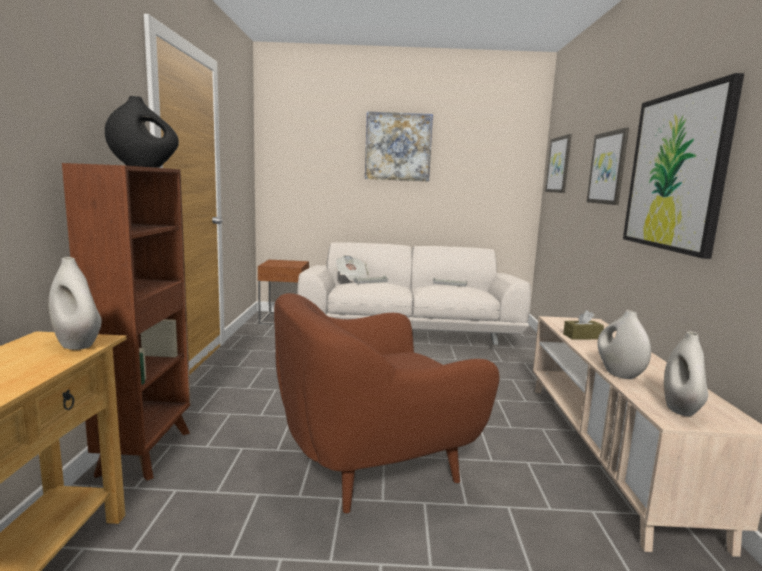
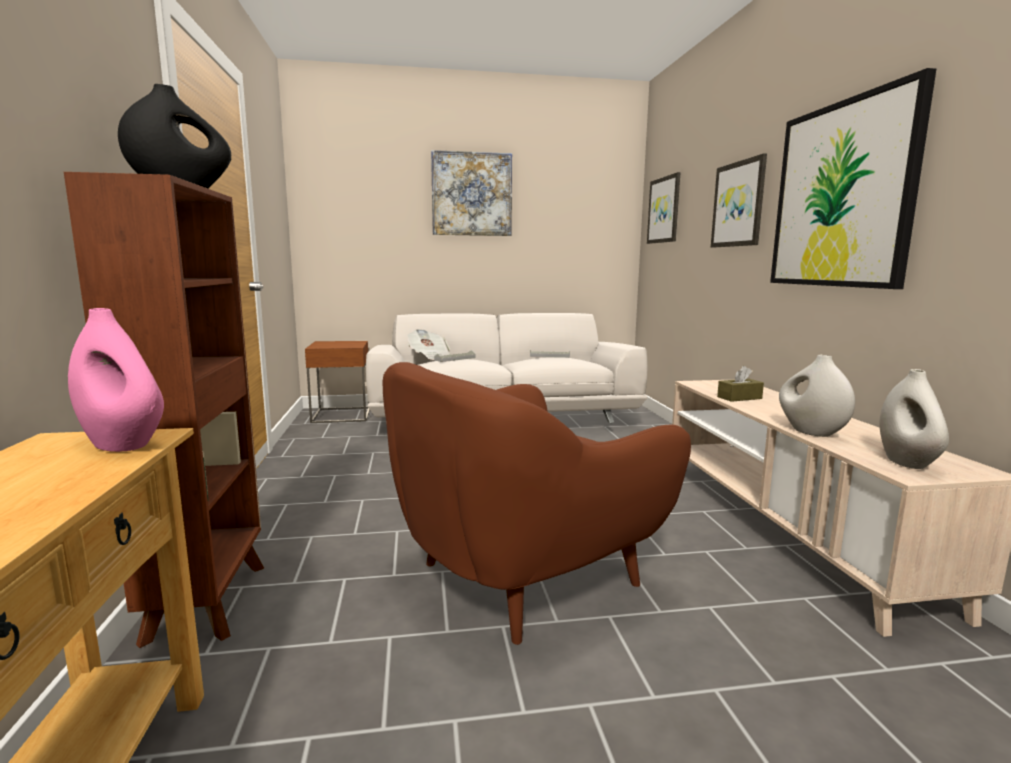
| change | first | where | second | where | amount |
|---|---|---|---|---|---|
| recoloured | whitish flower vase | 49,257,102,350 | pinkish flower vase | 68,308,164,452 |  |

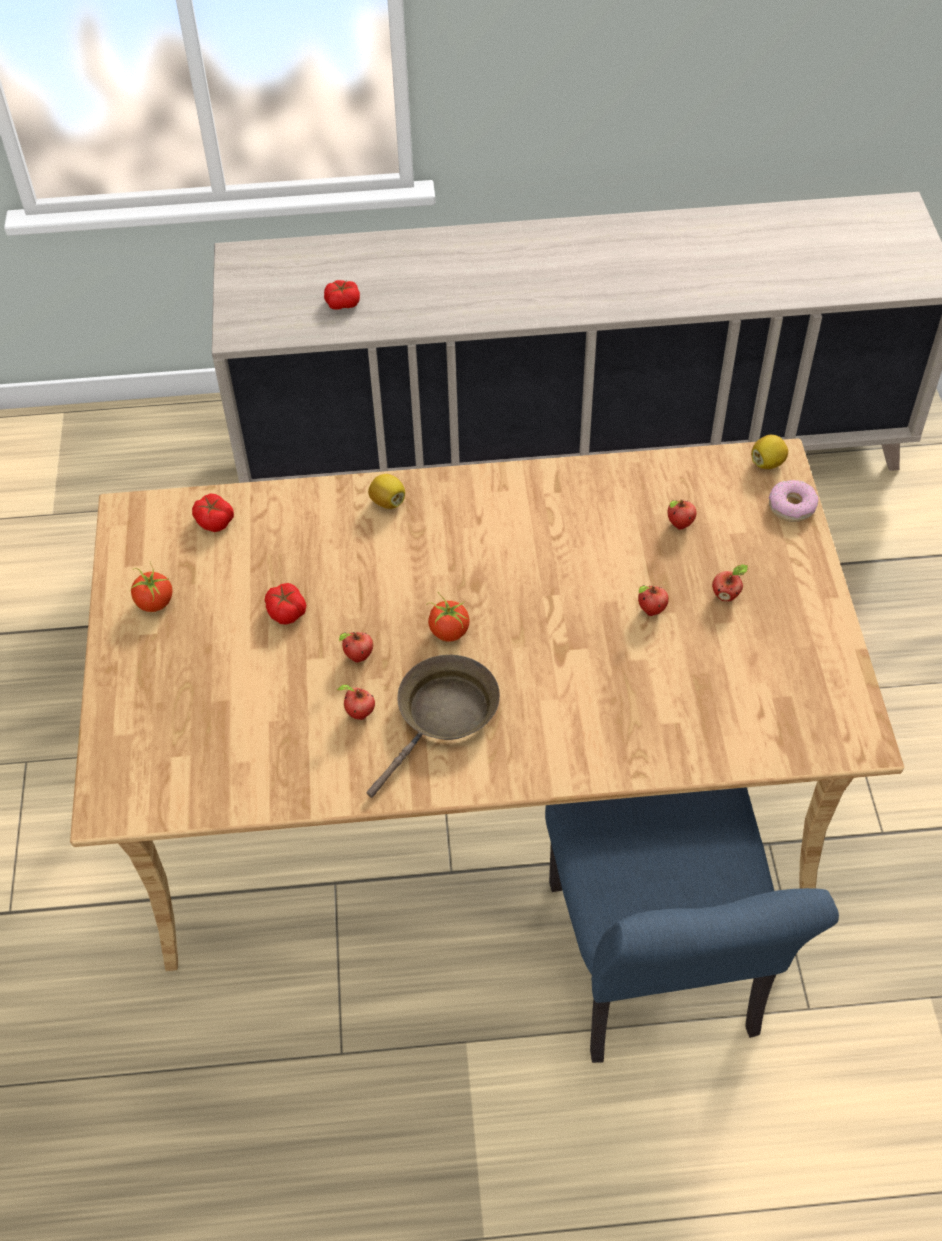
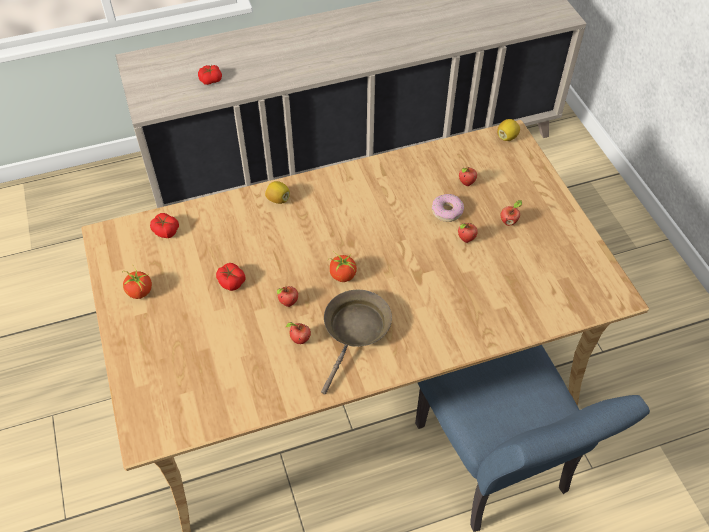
| change | first | where | second | where | amount |
|---|---|---|---|---|---|
| moved | ring doughnut | 769,480,818,522 |  | 432,194,464,222 |  |

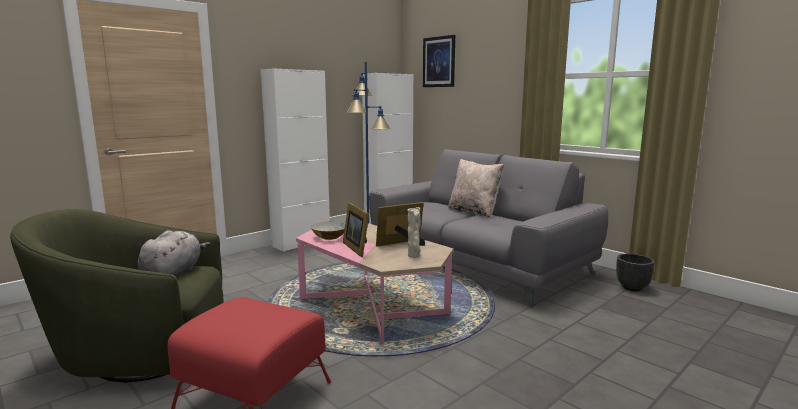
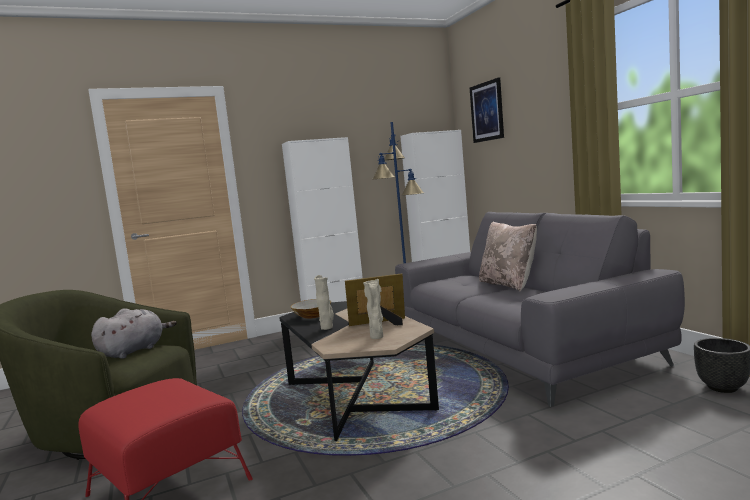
| change | first | where | second | where | amount |
|---|---|---|---|---|---|
| recoloured | pinkish low table | 296,223,453,345 | black low table | 279,301,439,441 |  |
| replaced | photo frame | 343,203,369,257 | beige flower vase | 314,275,334,330 |  |

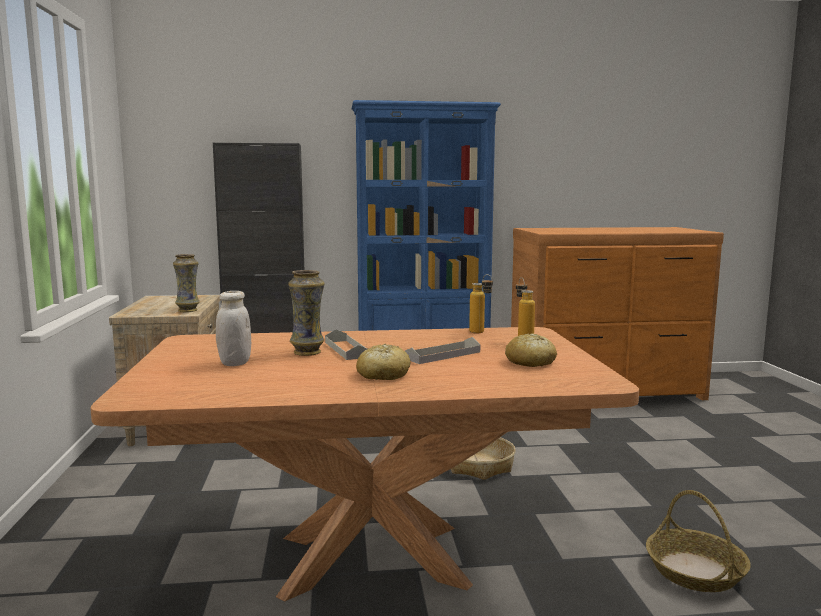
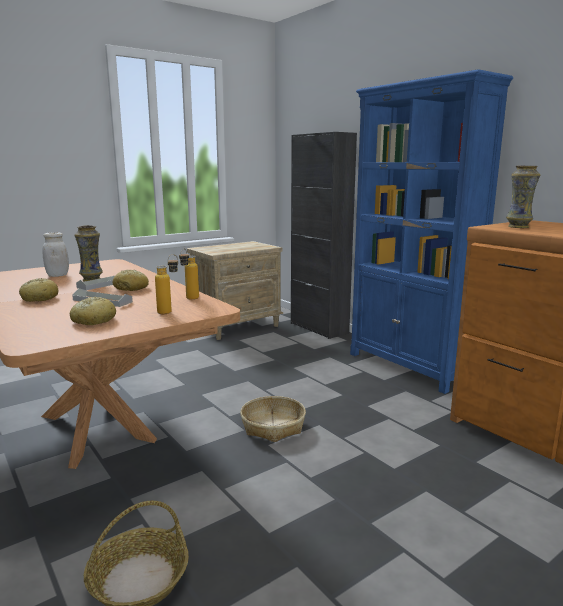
| change | first | where | second | where | amount |
|---|---|---|---|---|---|
| moved | flower vase | 173,254,200,312 |  | 506,166,540,228 |  |
| added |  |  | bakery bread | 113,270,149,291 |  |

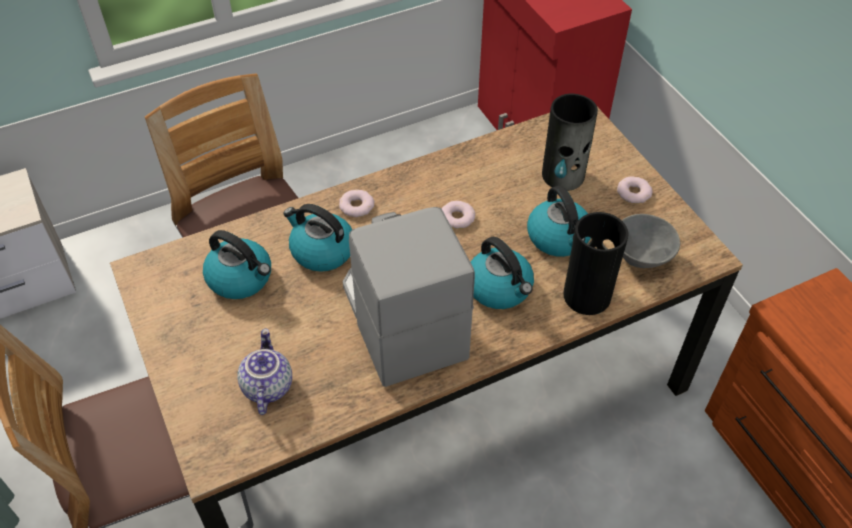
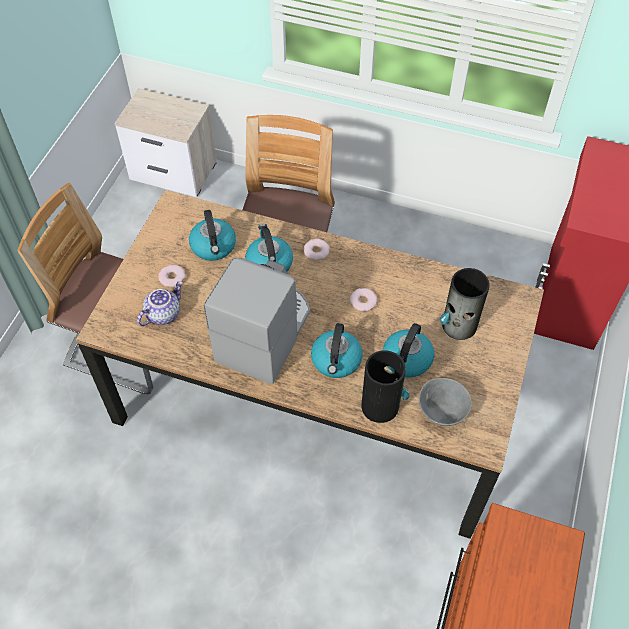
| change | first | where | second | where | amount |
|---|---|---|---|---|---|
| moved | ring doughnut | 617,176,653,204 |  | 158,265,186,287 |  |

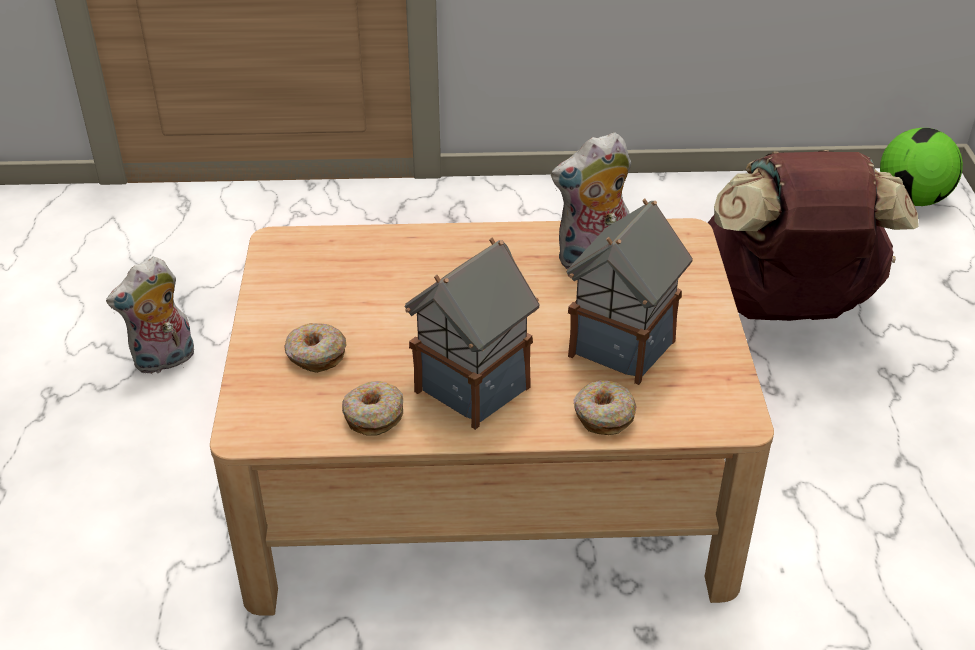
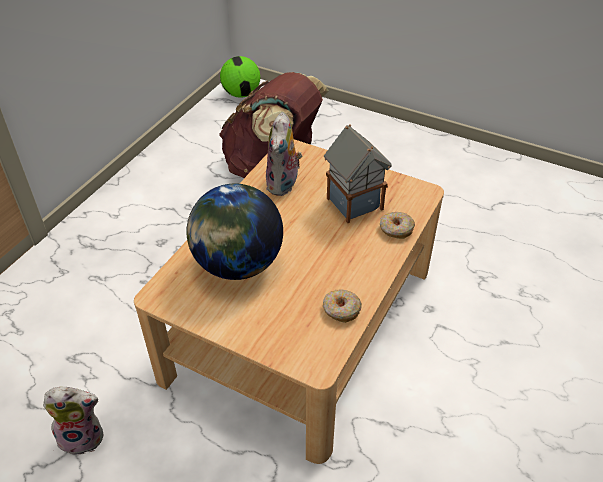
| change | first | where | second | where | amount |
|---|---|---|---|---|---|
| turned | plush toy | 106,257,194,374 |  | 43,387,104,456 | 90 degrees counterclockwise |
| removed | ring doughnut | 284,323,347,373 |  |  |  |
| removed | miniature house | 405,238,539,430 |  |  |  |
| added |  |  | globe | 186,183,283,280 |  |

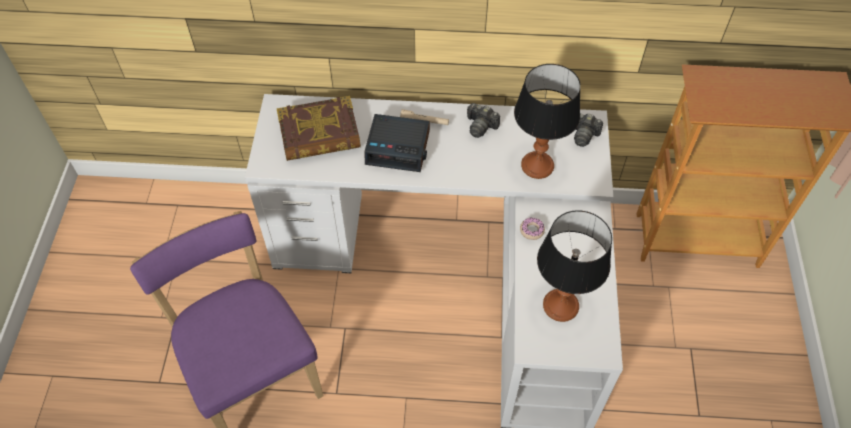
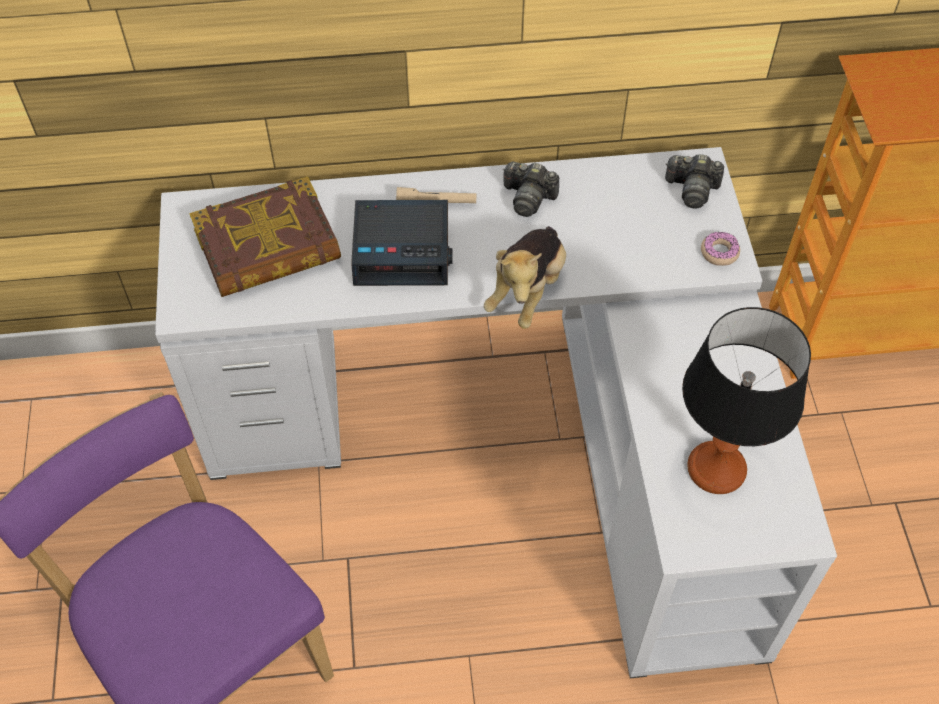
| change | first | where | second | where | amount |
|---|---|---|---|---|---|
| removed | tabletop lamp | 514,64,581,179 |  |  |  |
| moved | ring doughnut | 520,218,545,240 |  | 701,232,740,266 |  |
| added |  |  | plush toy | 484,226,566,329 |  |

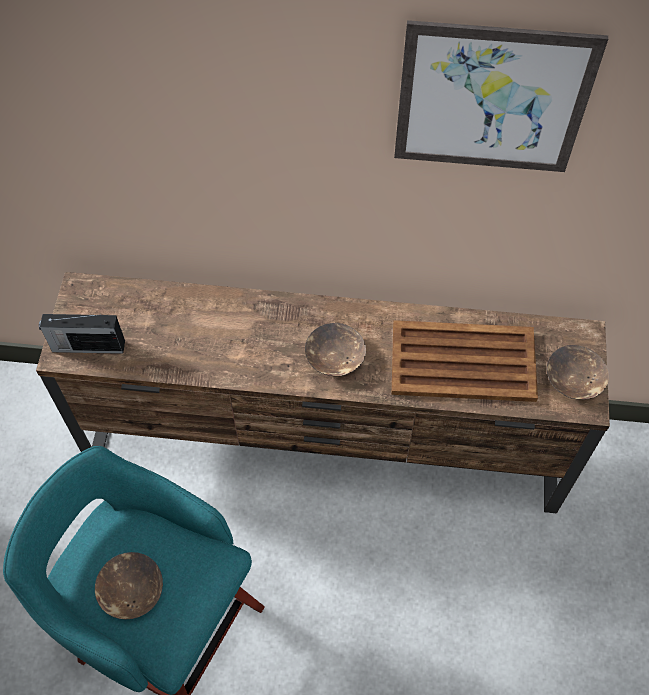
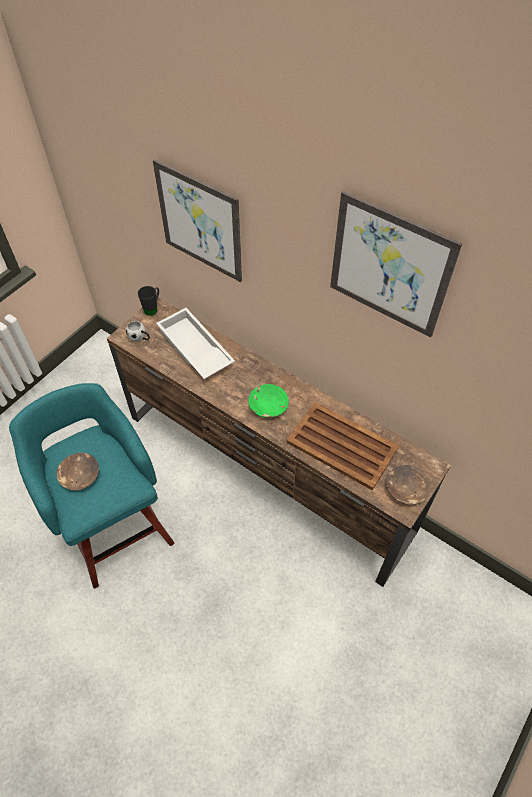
| change | first | where | second | where | amount |
|---|---|---|---|---|---|
| replaced | radio | 39,314,125,354 | whitish tea mug | 126,321,150,342 |  |
| recoloured | brown-coloured deep dish | 305,323,366,376 | greenish deep dish | 248,384,289,418 |  |
| added |  |  | black tea mug | 138,286,159,316 |  |
| added |  |  | picture | 153,159,242,282 |  |
| added |  |  | whitish serving tray | 156,308,235,379 |  |

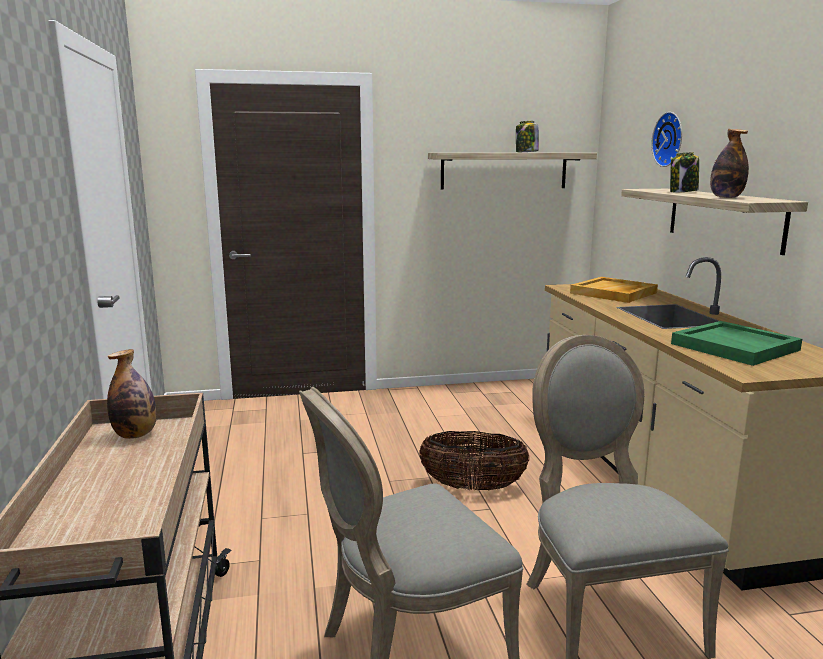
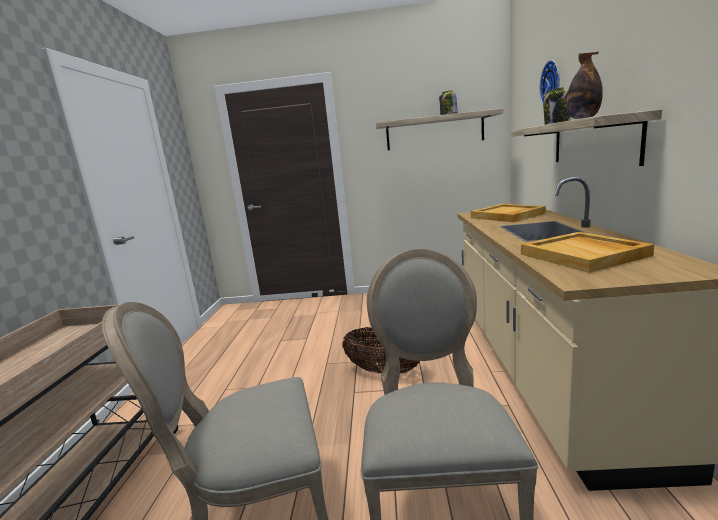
| change | first | where | second | where | amount |
|---|---|---|---|---|---|
| removed | bottle | 107,349,157,439 |  |  |  |
| recoloured | greenish serving tray | 671,321,802,366 | beige serving tray | 521,232,654,273 |  |

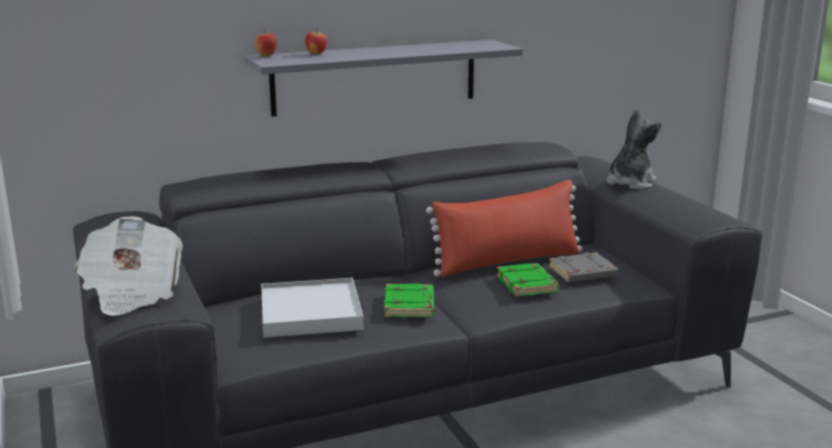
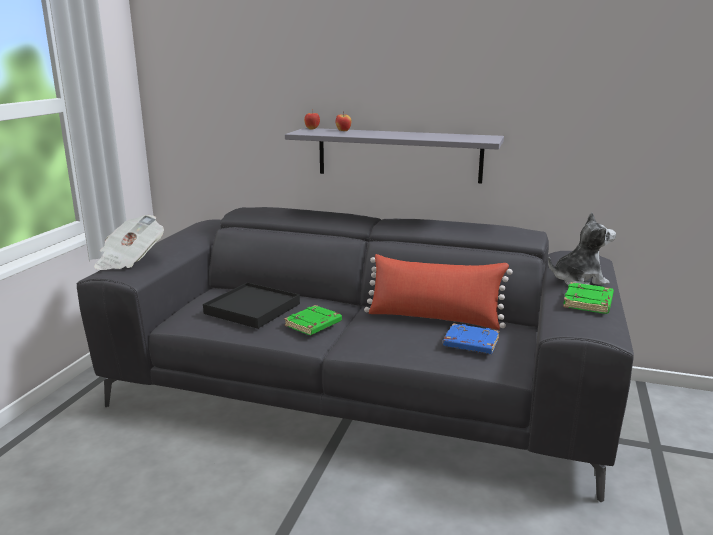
| change | first | where | second | where | amount |
|---|---|---|---|---|---|
| recoloured | whitish serving tray | 261,278,364,338 | black serving tray | 203,282,300,329 |  |
| moved | greenish book | 497,263,560,297 |  | 563,282,614,314 |  |
| recoloured | gray book | 549,252,618,282 | blue-coloured book | 443,323,500,354 |  |

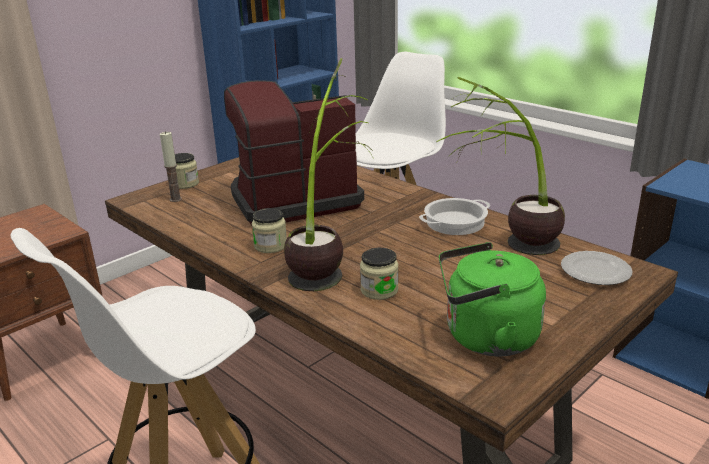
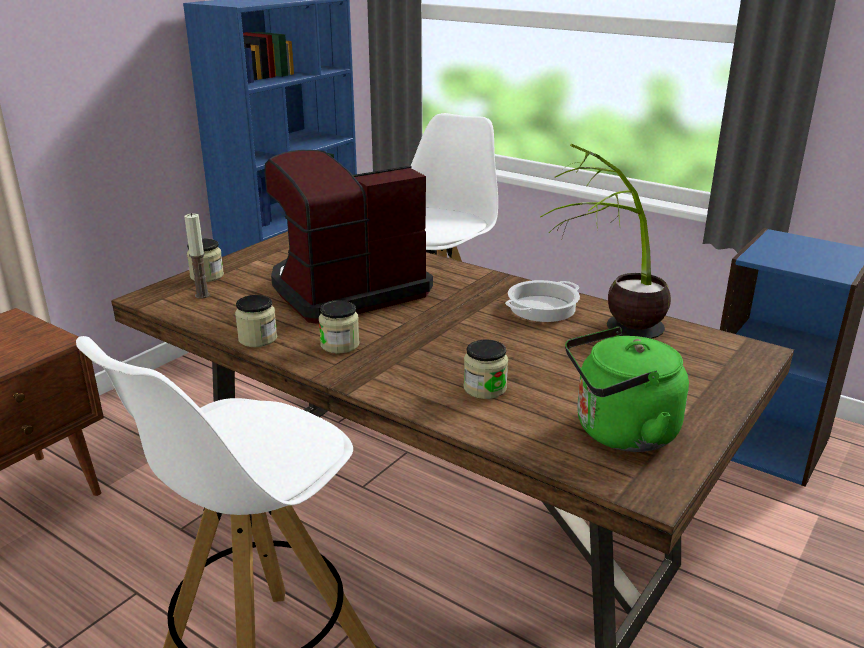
| change | first | where | second | where | amount |
|---|---|---|---|---|---|
| removed | plant in a pot | 284,58,374,291 |  |  |  |
| removed | dinner plate | 561,251,633,285 |  |  |  |
| added |  |  | storage jar | 235,295,277,347 |  |

